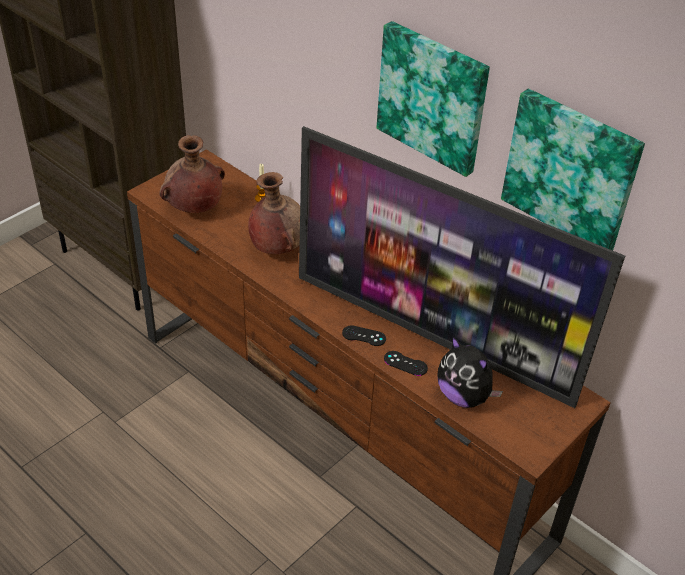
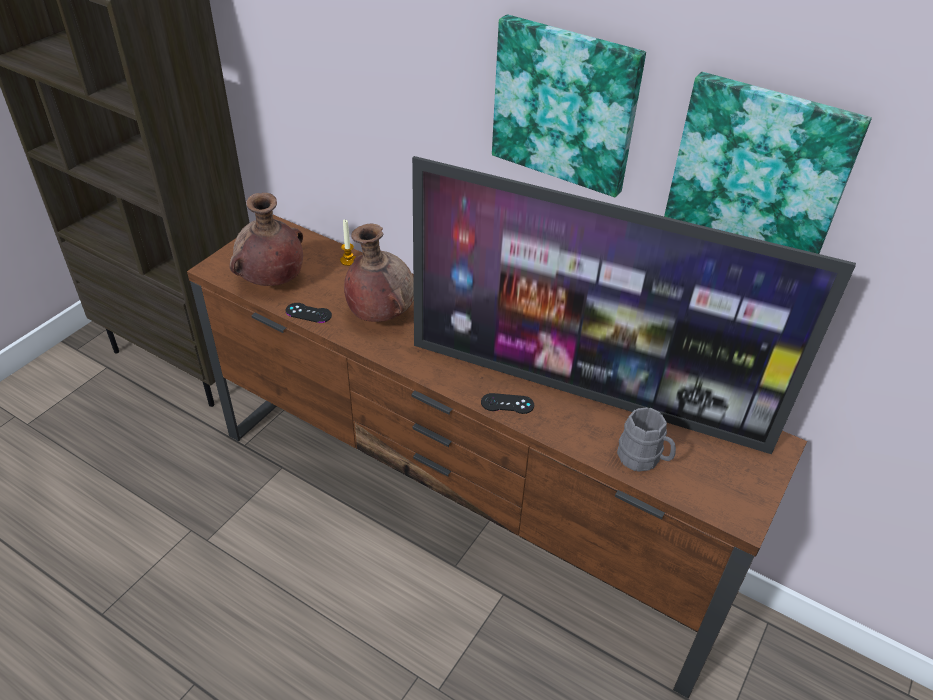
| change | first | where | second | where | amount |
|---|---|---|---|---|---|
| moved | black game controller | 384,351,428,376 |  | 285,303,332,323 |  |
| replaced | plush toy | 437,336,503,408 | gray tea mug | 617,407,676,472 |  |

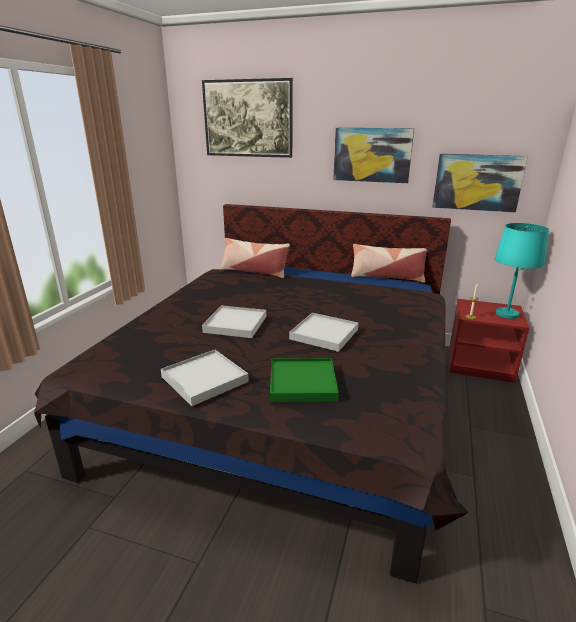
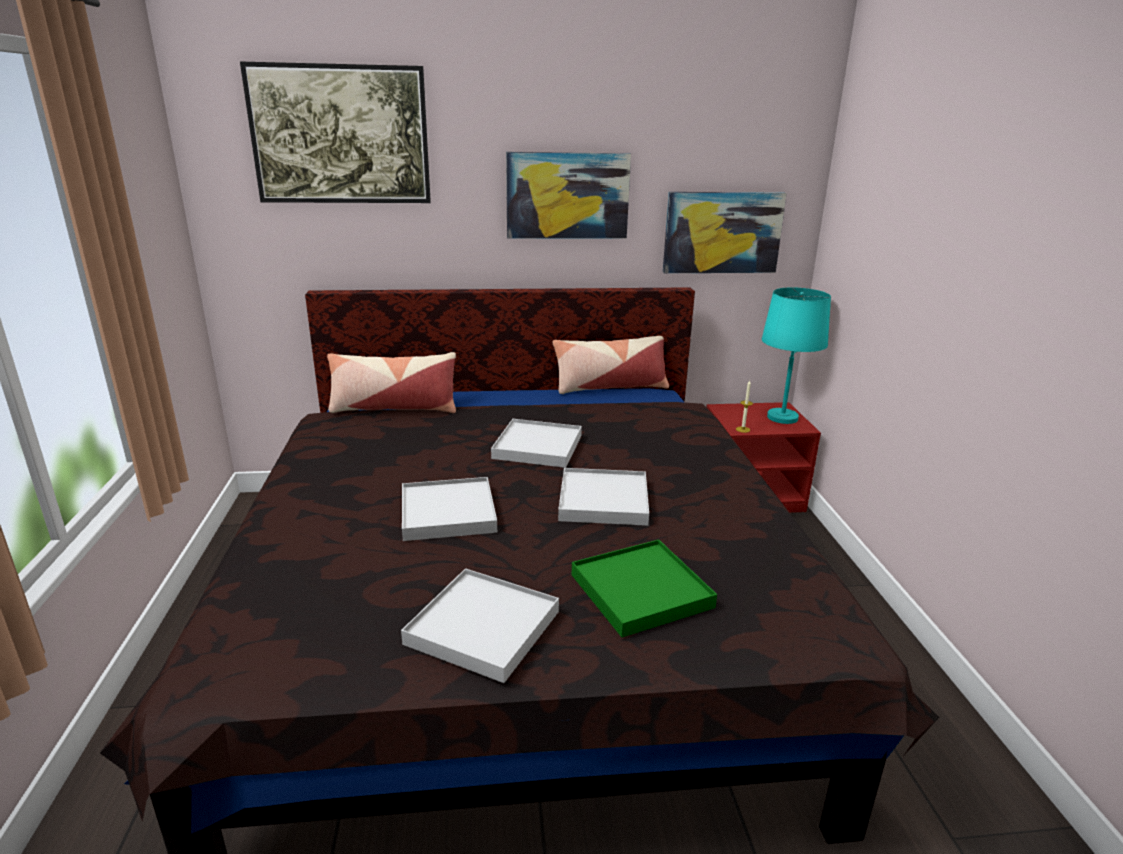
| change | first | where | second | where | amount |
|---|---|---|---|---|---|
| added |  |  | whitish serving tray | 491,419,582,468 |  |

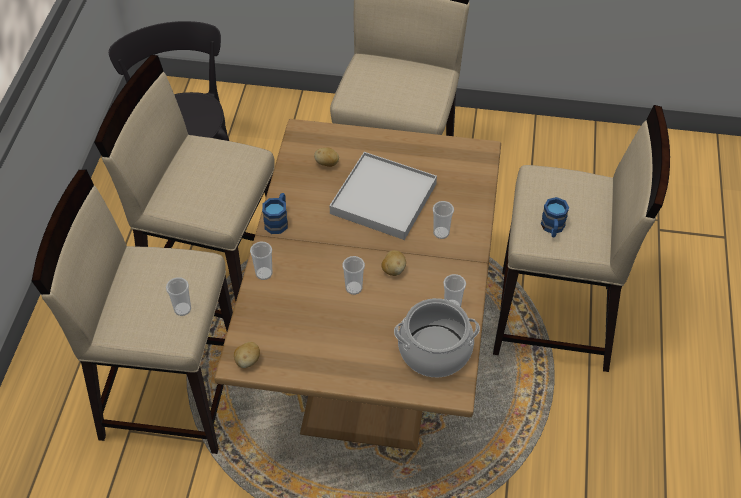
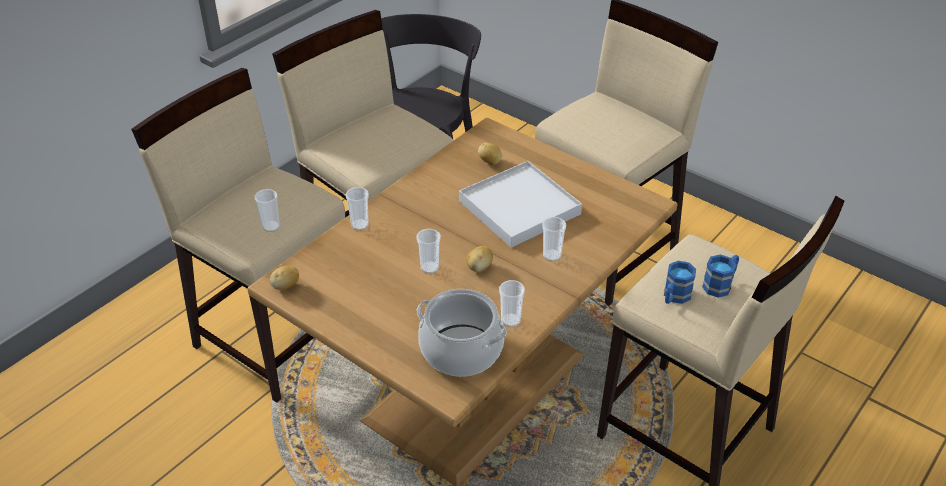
| change | first | where | second | where | amount |
|---|---|---|---|---|---|
| moved | blue-coloured tea mug | 262,193,288,234 |  | 702,254,739,298 |  |

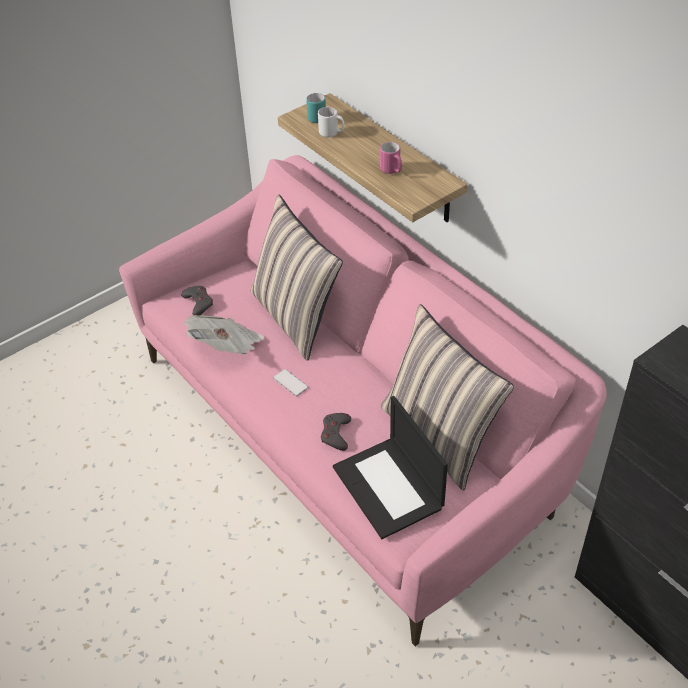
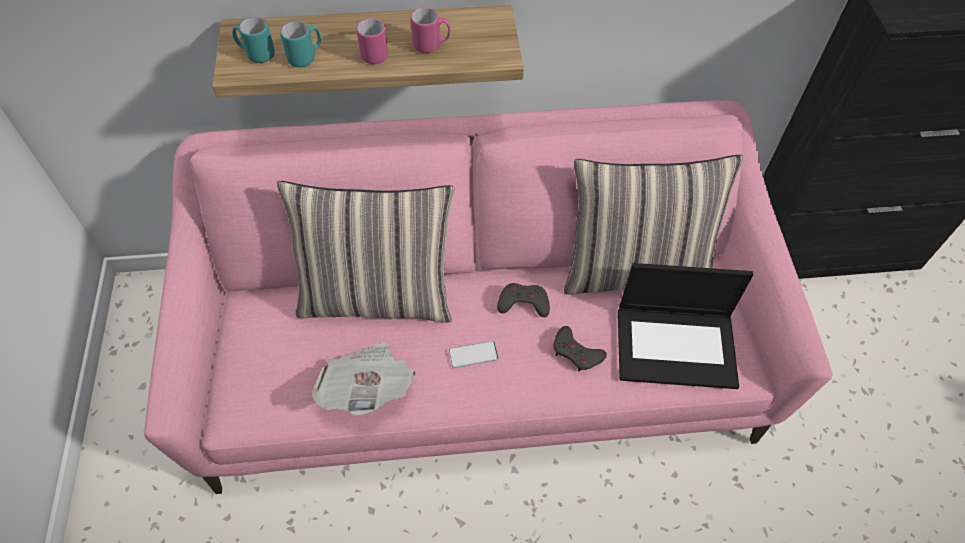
| change | first | where | second | where | amount |
|---|---|---|---|---|---|
| moved | gray game controller | 181,286,213,316 |  | 497,283,550,317 |  |
| recoloured | whitish tea mug | 318,107,345,137 | turquoise-coloured tea mug | 280,21,321,67 |  |
| added |  |  | pinkish tea mug | 356,18,388,64 |  |

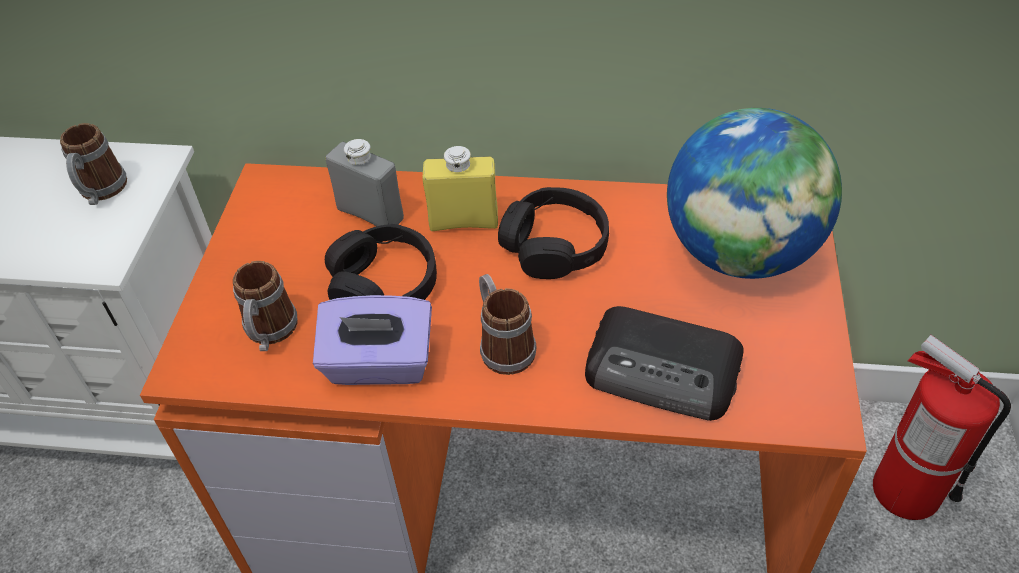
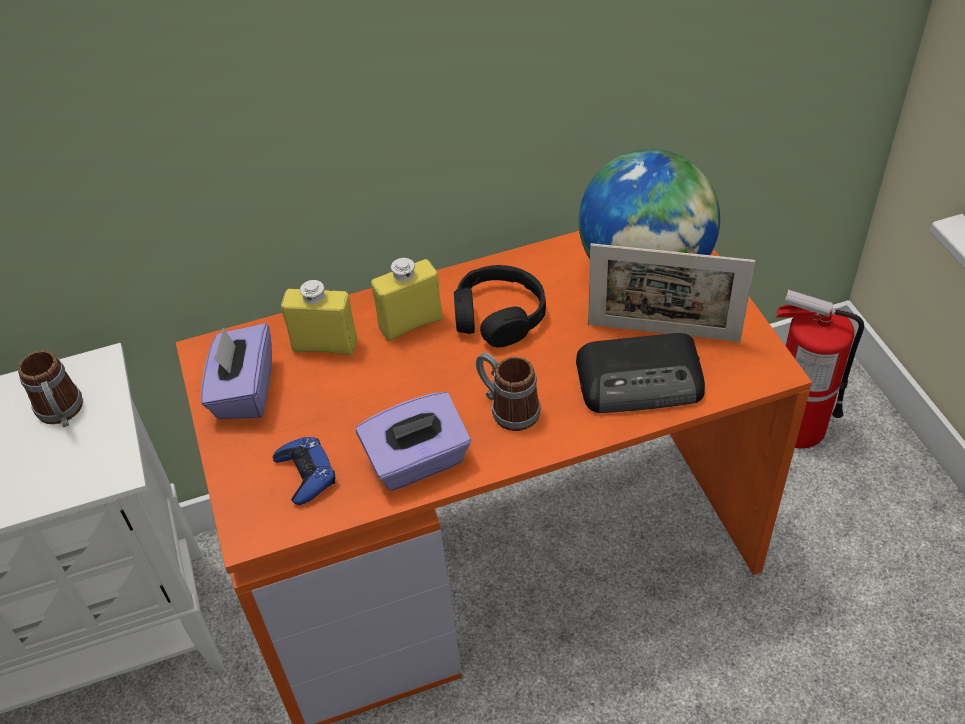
| change | first | where | second | where | amount |
|---|---|---|---|---|---|
| replaced | tea mug | 233,261,297,351 | blue-coloured game controller | 273,437,335,505 |  |
| recoloured | gray bottle | 325,139,404,226 | yellow bottle | 281,280,357,355 |  |
| removed | black headset | 325,224,437,300 |  |  |  |
| added |  |  | purple-coloured box of tissues | 201,323,272,419 |  |
| added |  |  | photo frame | 588,243,755,342 |  |

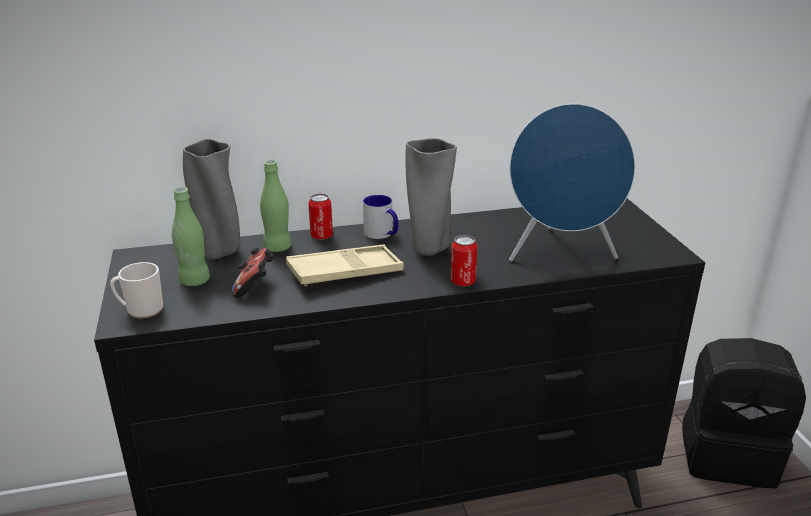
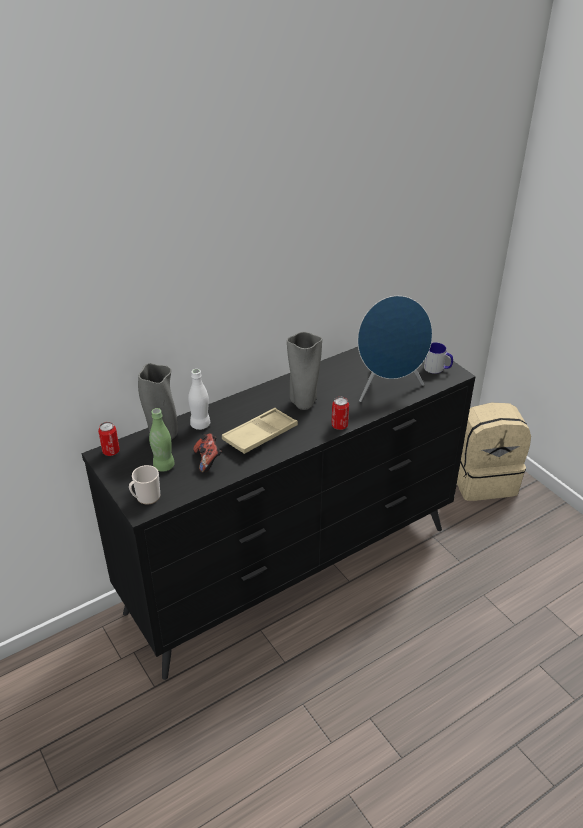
| change | first | where | second | where | amount |
|---|---|---|---|---|---|
| recoloured | greenish bottle | 260,160,292,252 | whitish bottle | 188,369,210,430 |  |
| moved | can | 308,194,333,240 |  | 98,422,120,456 |  |
| moved | tea mug | 363,195,398,239 |  | 424,342,453,374 |  |
| recoloured | black knapsack | 682,338,806,489 | beige knapsack | 457,403,531,501 |  |

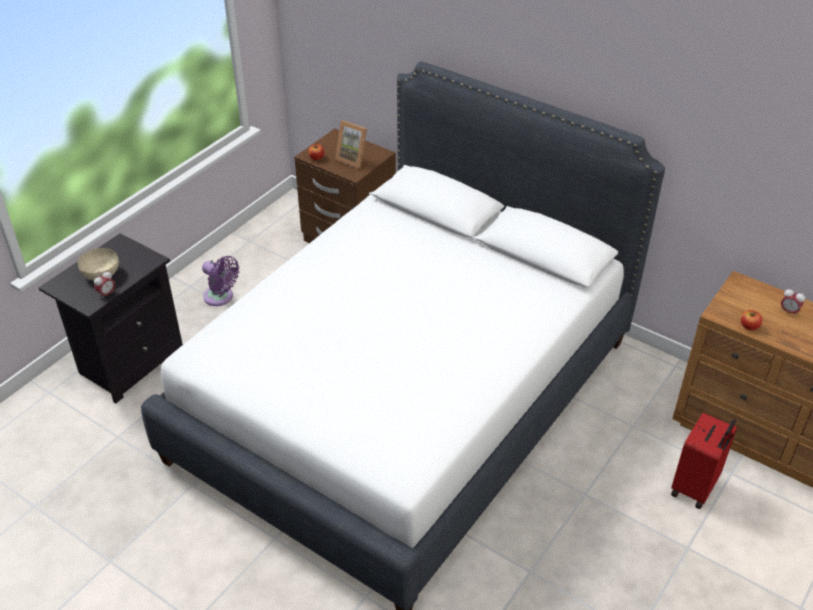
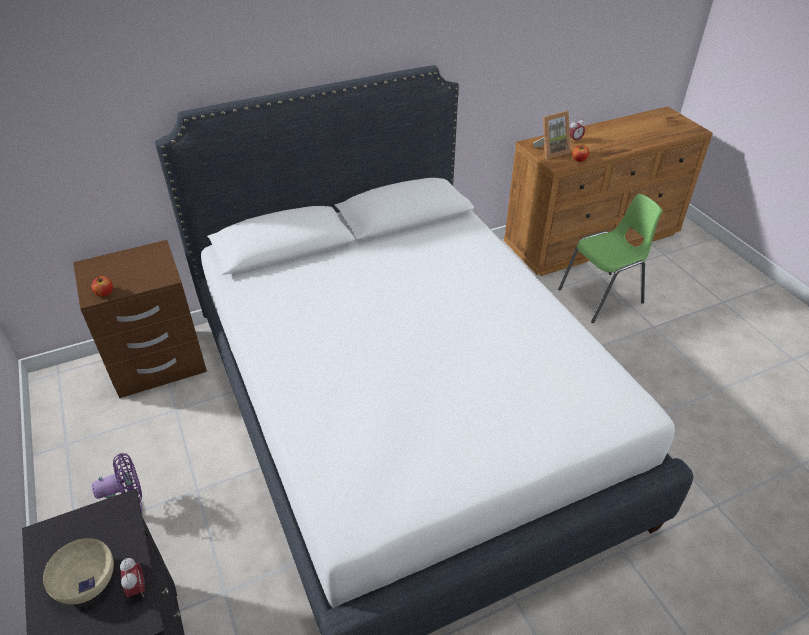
| change | first | where | second | where | amount |
|---|---|---|---|---|---|
| moved | photo frame | 335,120,367,168 |  | 533,111,571,159 |  |
| replaced | red piece of luggage | 671,412,737,509 | greenish chair | 558,194,662,323 |  |

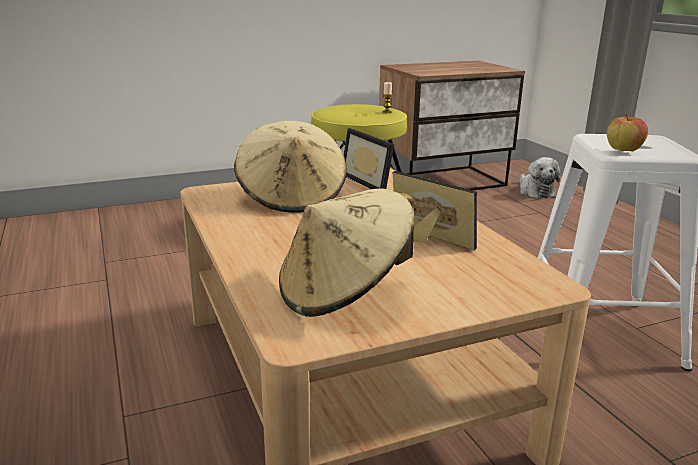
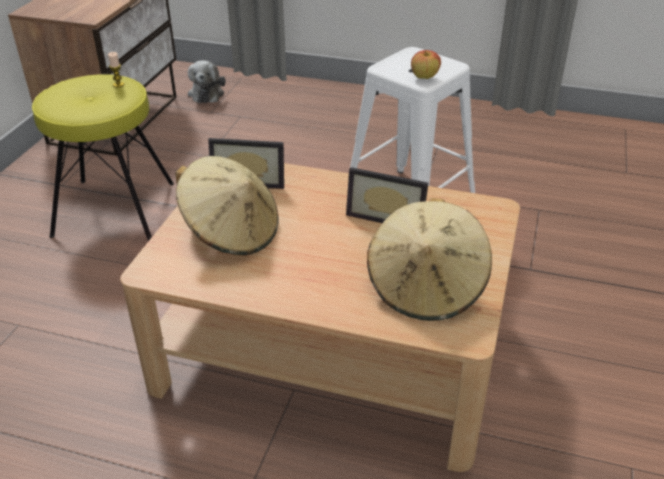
| change | first | where | second | where | amount |
|---|---|---|---|---|---|
| turned | photo frame | 392,171,477,250 |  | 346,167,428,223 | 150 degrees counterclockwise |
| turned | plush toy | 519,157,560,199 |  | 188,60,225,103 | 60 degrees clockwise |

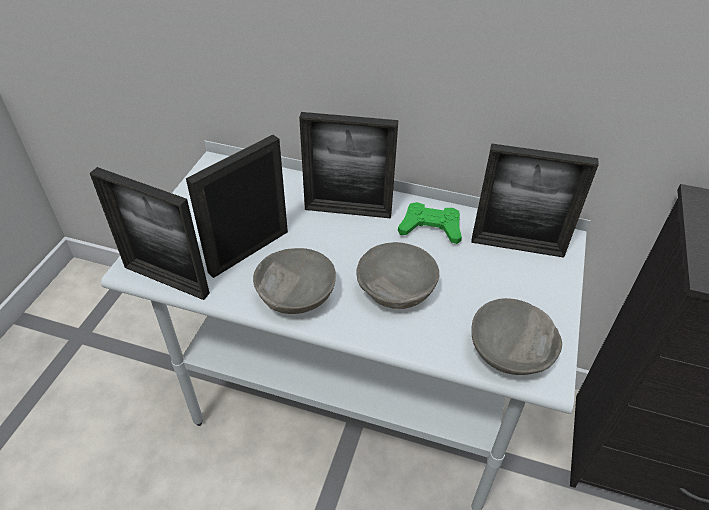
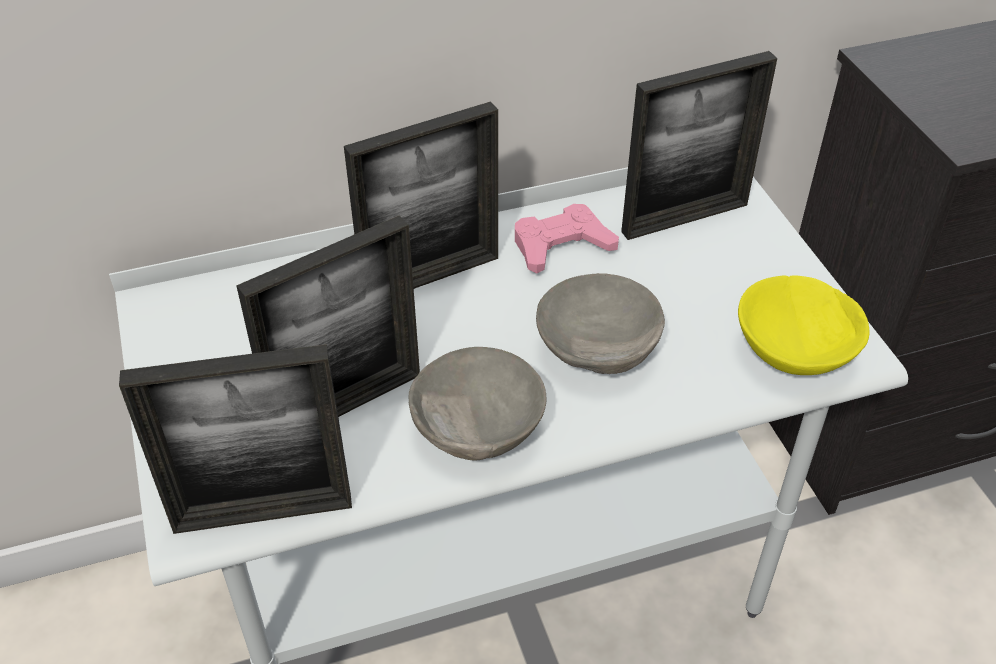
| change | first | where | second | where | amount |
|---|---|---|---|---|---|
| turned | photo frame | 186,135,288,278 |  | 236,215,420,417 | 135 degrees counterclockwise |
| recoloured | greenish game controller | 398,202,462,244 | pinkish game controller | 515,204,619,273 |  |
| recoloured | gray deep dish | 471,298,562,375 | yellow deep dish | 738,275,870,375 |  |

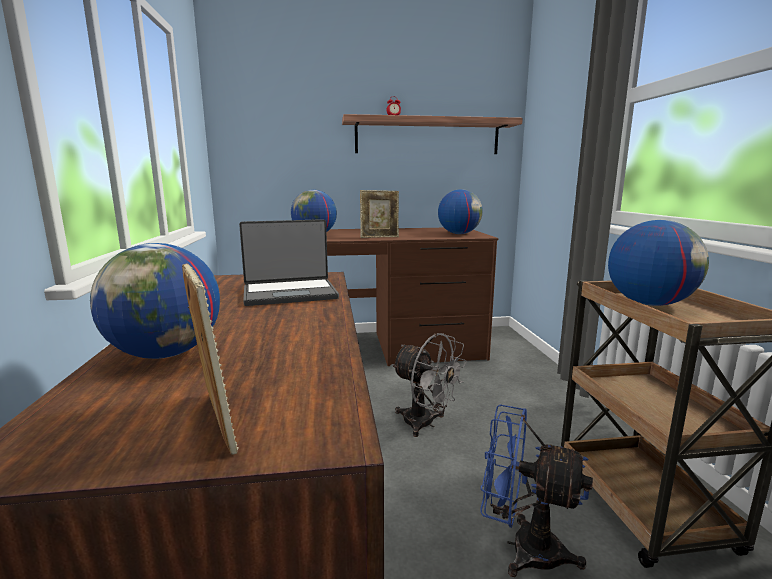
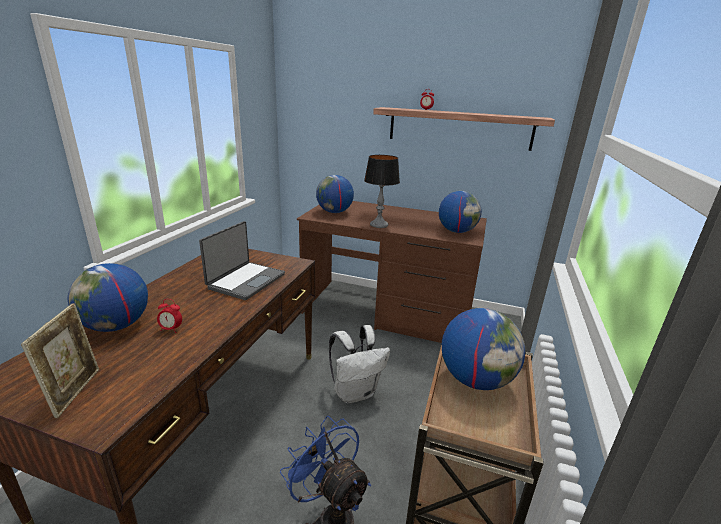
| change | first | where | second | where | amount |
|---|---|---|---|---|---|
| turned | laptop | 239,219,339,306 |  | 199,221,285,300 | 75 degrees counterclockwise |
| replaced | photo frame | 360,190,399,238 | tabletop lamp | 364,155,400,228 |  |
| replaced | gray fan | 391,333,467,437 | whitish knapsack | 329,325,390,404 |  |
| added |  |  | table clock | 157,299,182,333 |  |

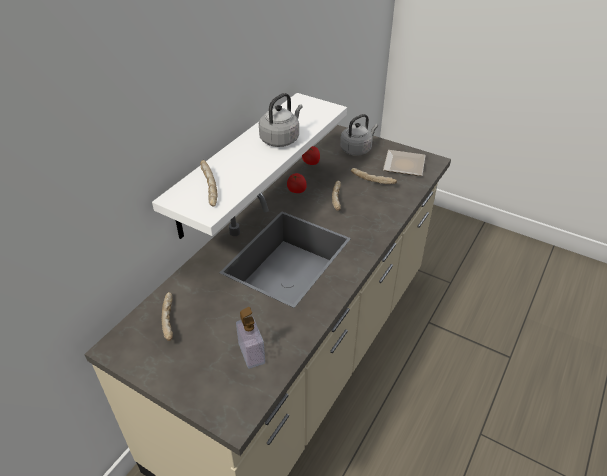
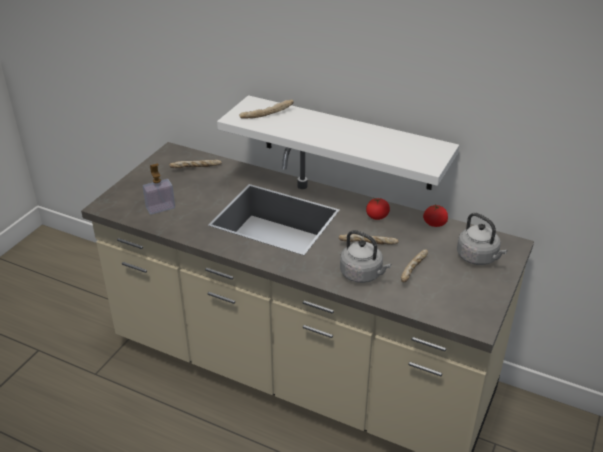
| change | first | where | second | where | amount |
|---|---|---|---|---|---|
| moved | gray water kettle | 259,93,303,147 |  | 340,230,391,283 |  |
| removed | dinner plate | 383,150,426,176 |  |  |  |

